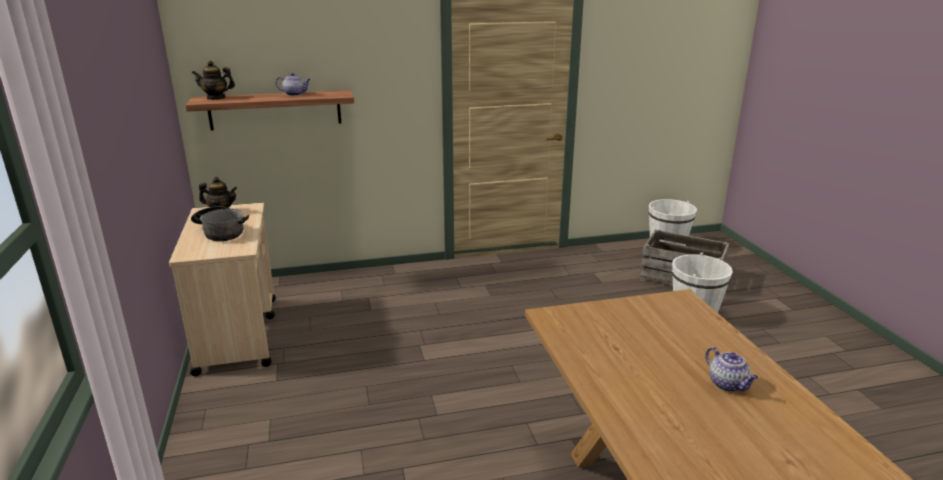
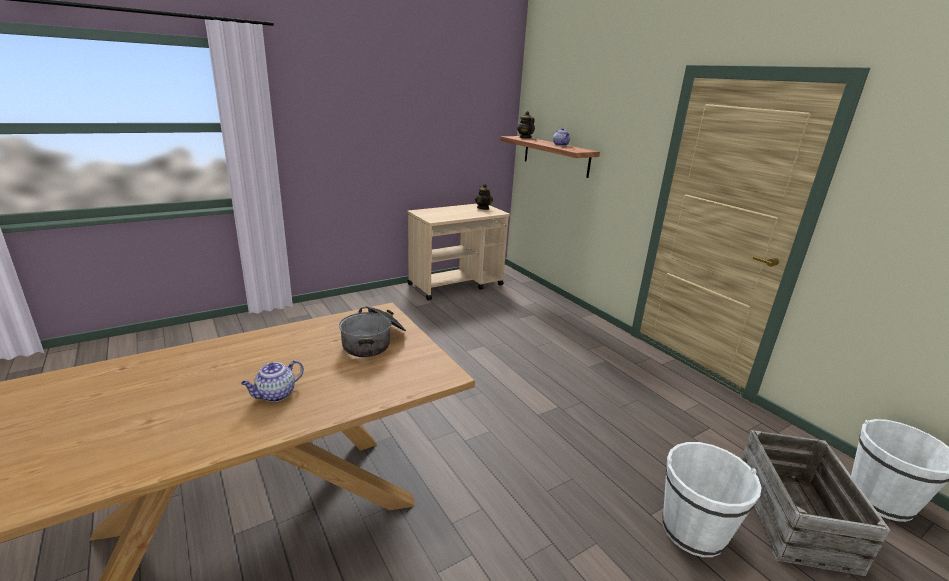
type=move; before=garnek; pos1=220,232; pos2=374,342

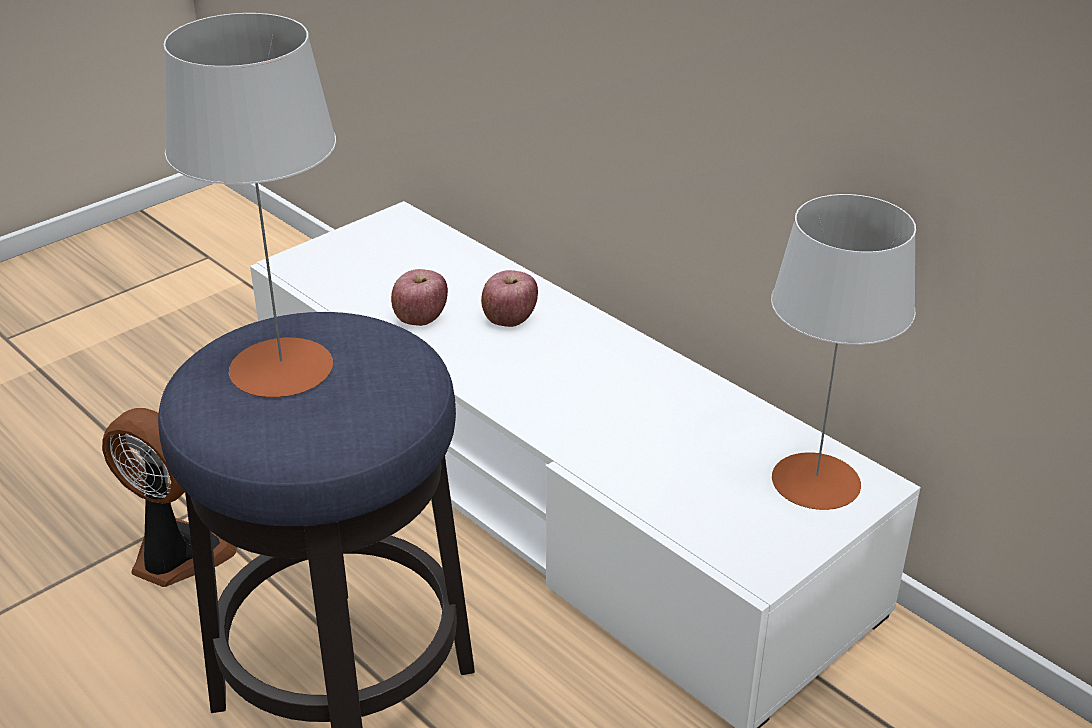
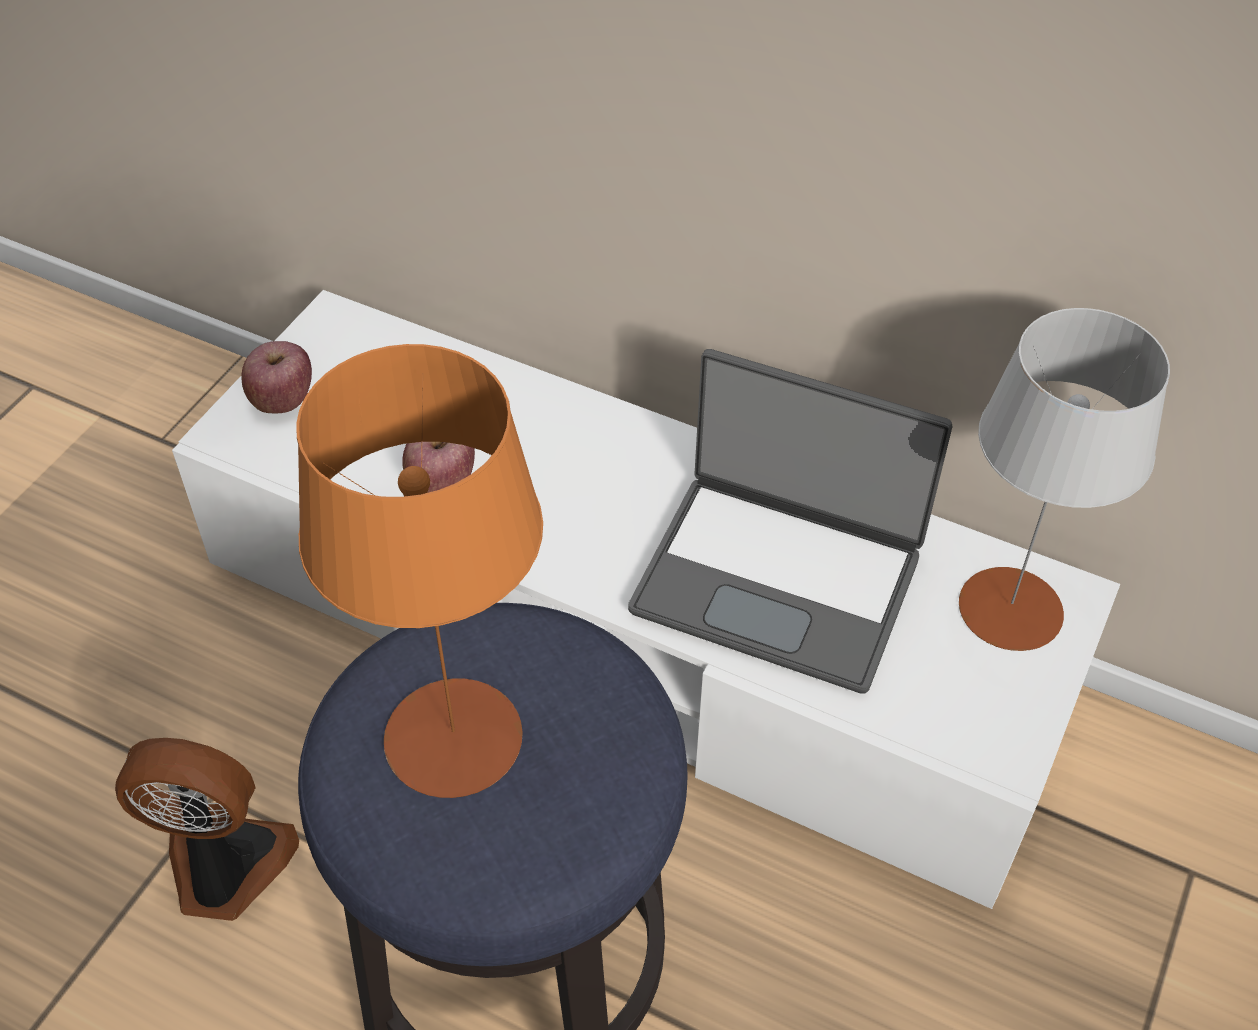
type=recolor; before=lampa stołowa [szary]; after=lampa stołowa [pomarańczowy]; pos1=282,367; pos2=454,737
type=move; before=jabłko; pos1=509,319; pos2=282,400
type=insert; after=laptop; pos2=779,580

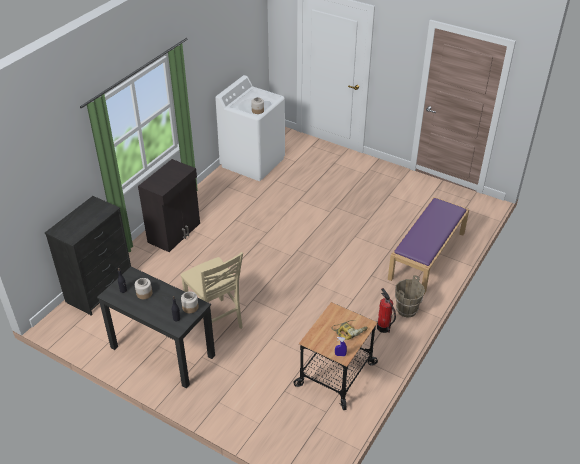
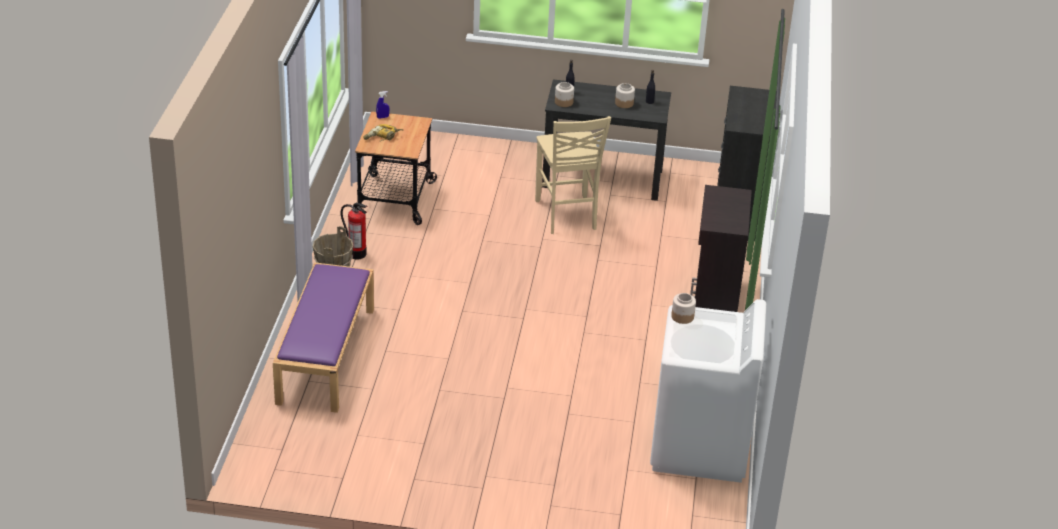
type=rotate; before=krzesło [beżowy]; pos1=216,322; pos2=566,216; turn=-135

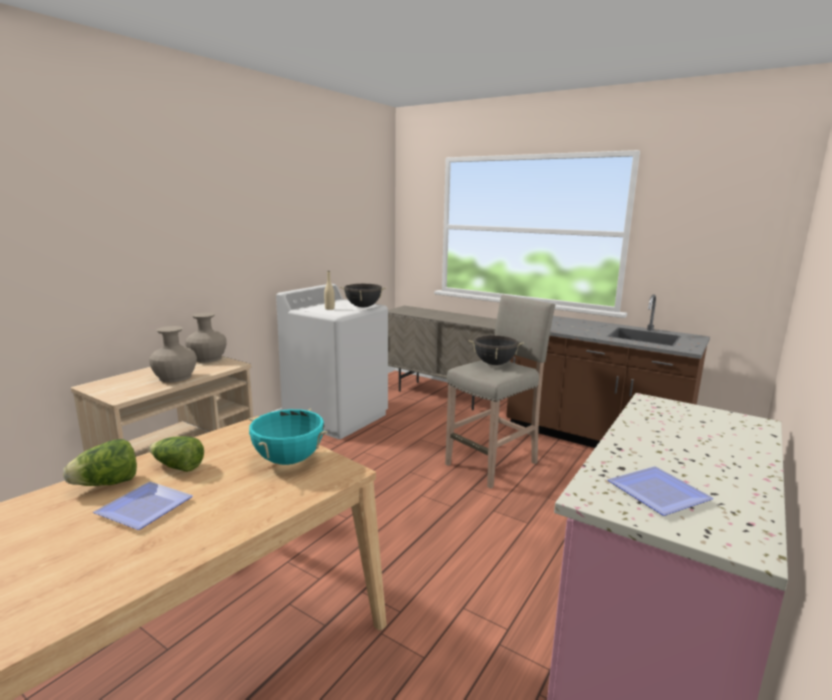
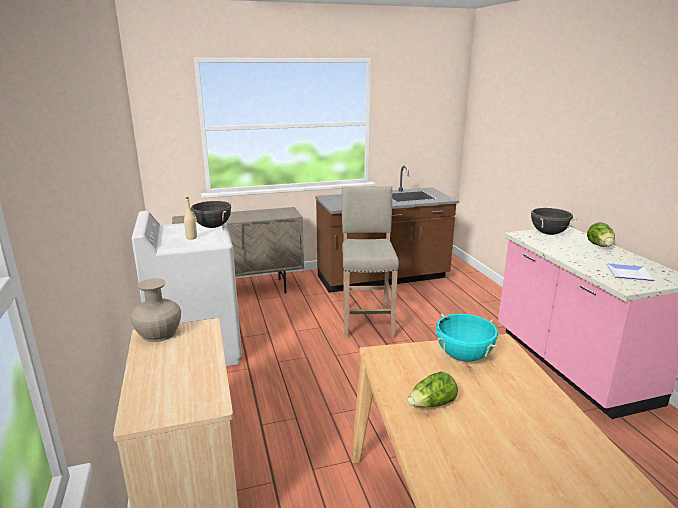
type=delete; before=wazon [beżowy]; pos1=175,377
type=move; before=garnek [czarny]; pos1=494,364; pos2=548,233
type=move; before=sałata; pos1=107,484; pos2=600,246
type=delete; before=talerz; pos1=141,508

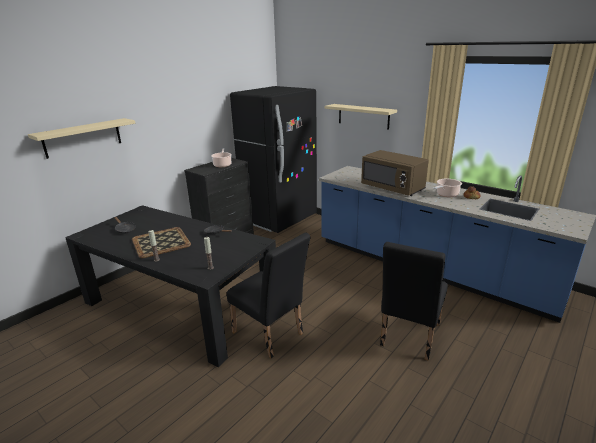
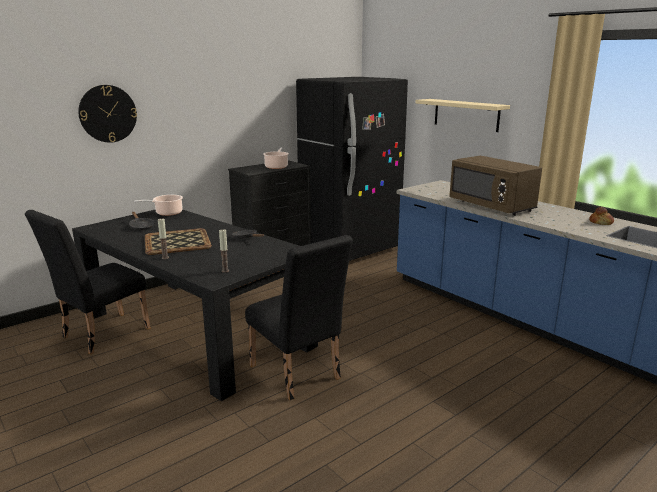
type=replace; before=półka [beżowy]; after=zegar ścienny; pos1=83,138; pos2=108,113
type=move; before=garnek; pos1=446,194; pos2=167,213
type=move; before=krzesło [czarny]; pos1=408,338; pos2=100,335

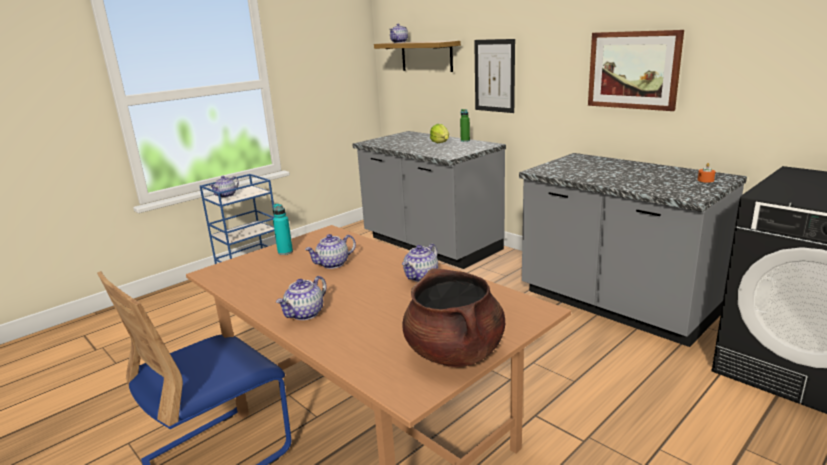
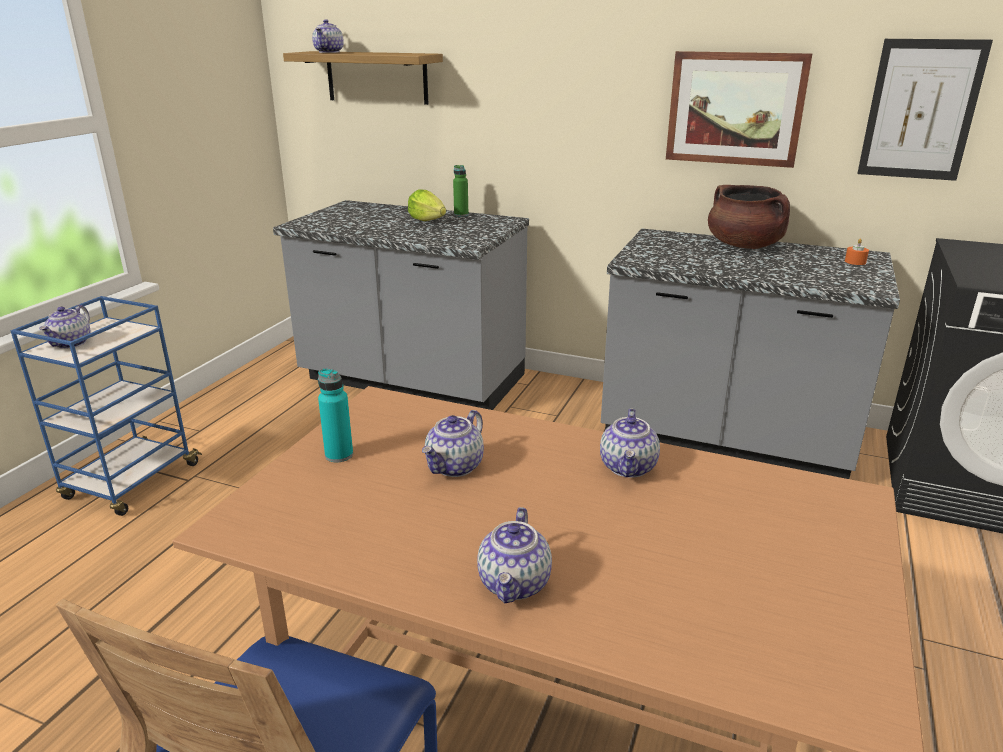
type=move; before=obraz; pos1=494,76; pos2=920,110
type=move; before=garnek [brązowy]; pos1=455,353; pos2=744,246

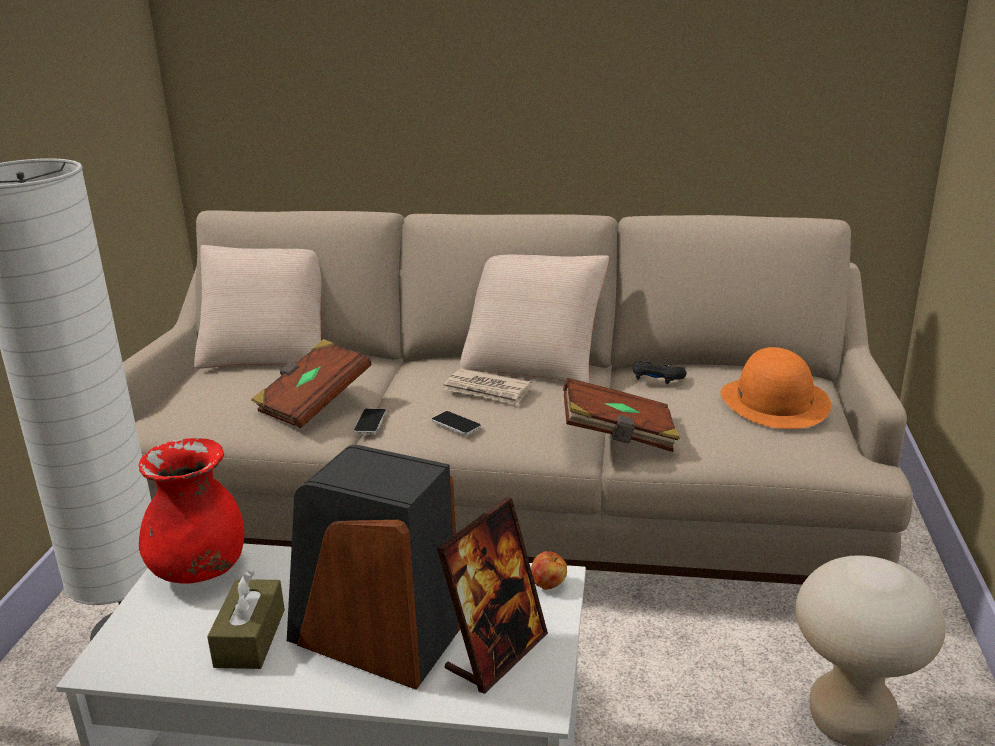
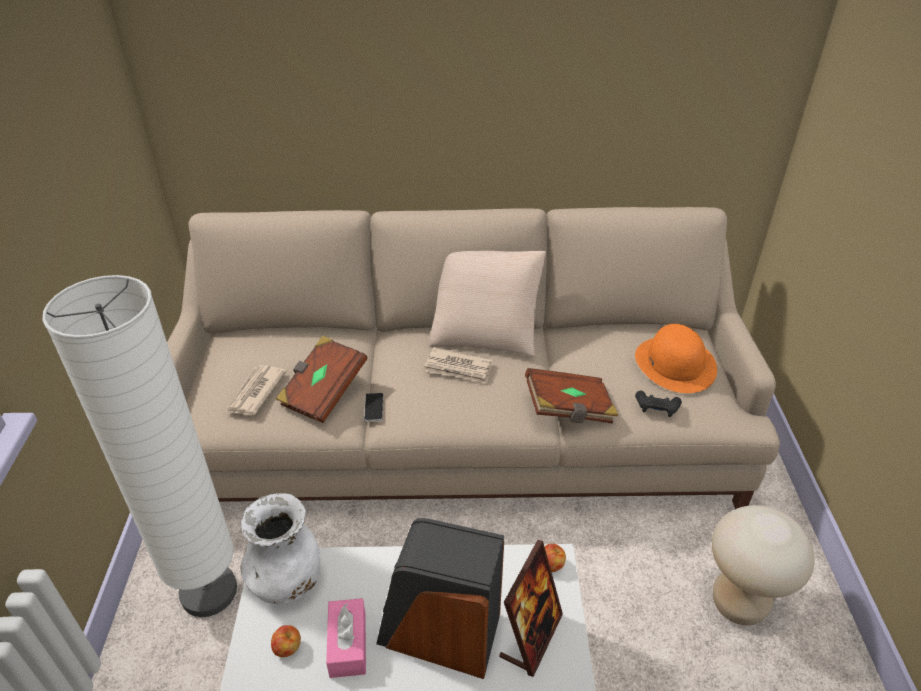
type=delete; before=poduszka [beżowy]; pos1=268,353
type=move; before=pad do gier [czarny]; pos1=656,379; pos2=656,408
type=delete; before=telefon; pos1=456,424
type=recolor; before=wazon [czerwony]; after=wazon [biały]; pos1=200,570; pos2=287,580
type=recolor; before=pudełko chusteczek [brązowy]; after=pudełko chusteczek [różowy]; pos1=250,638; pos2=348,644
type=insert; after=gazeta; pos2=255,392
type=insert; after=jabłko; pos2=287,648

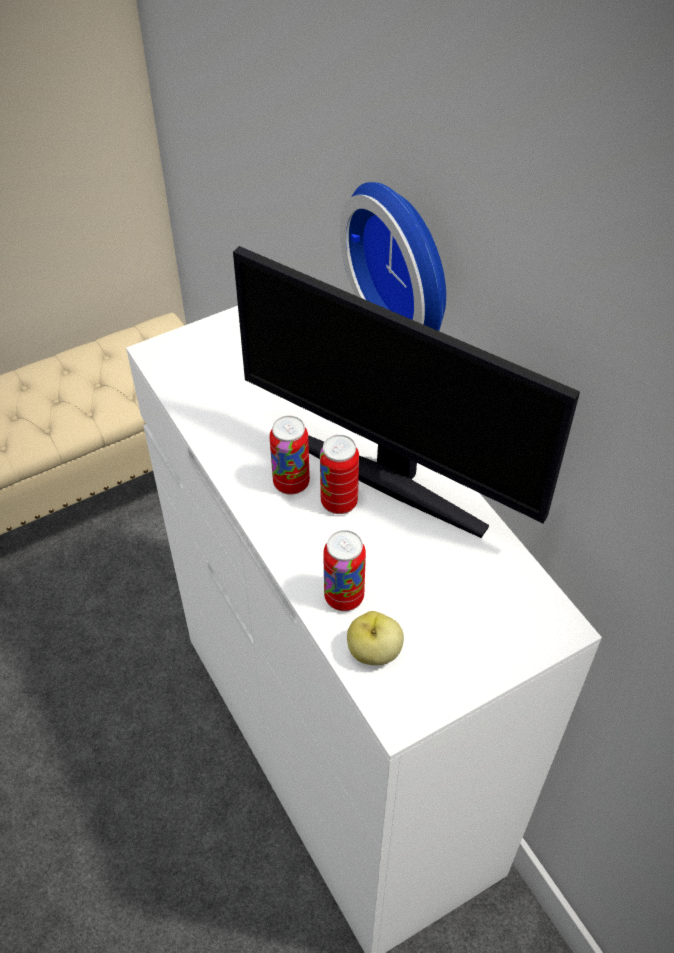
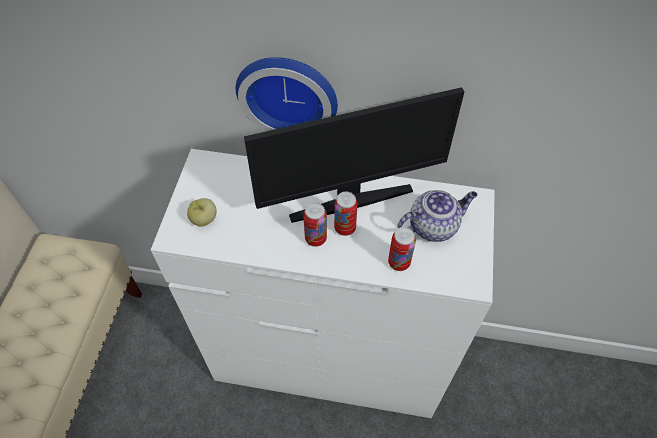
type=move; before=jabłko; pos1=373,652; pos2=204,220
type=insert; after=imbryk; pos2=433,226

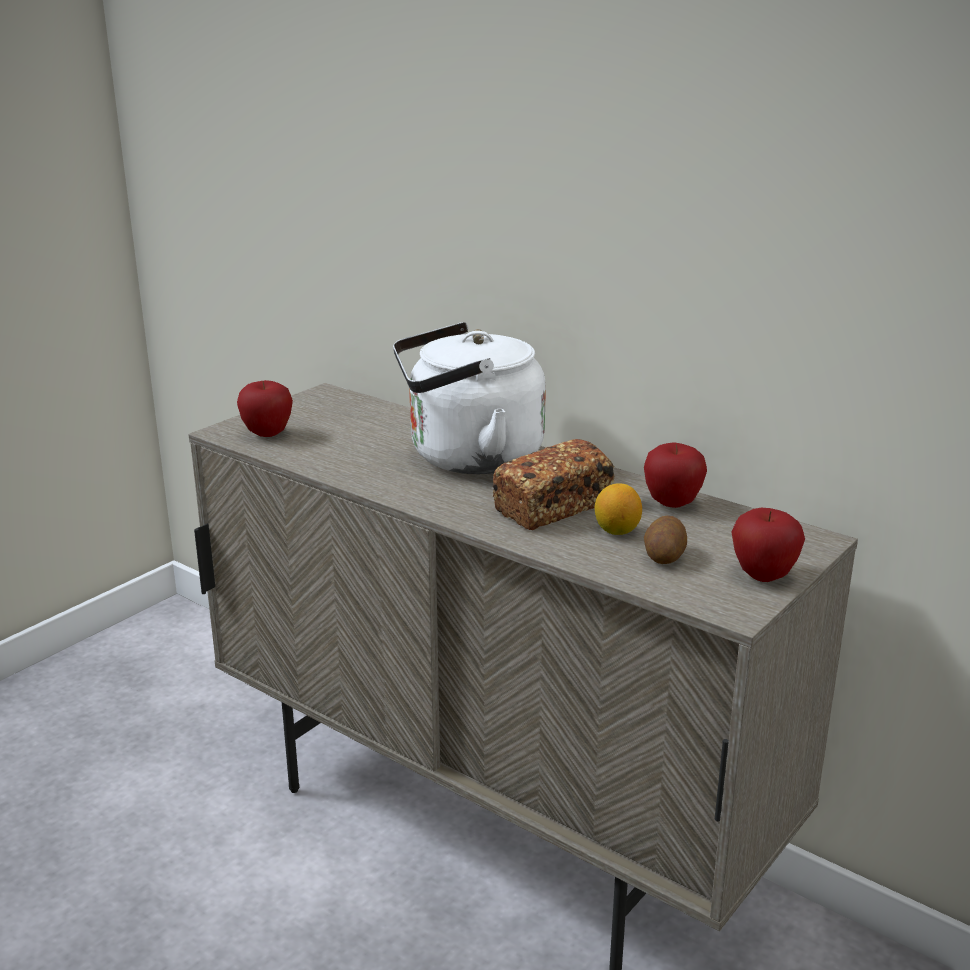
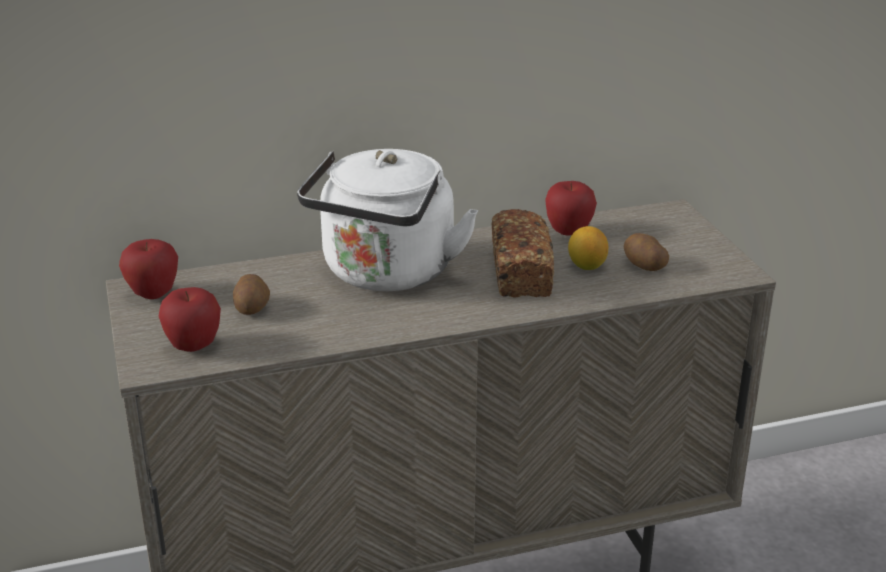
type=move; before=jabłko; pos1=763,575; pos2=153,294
type=insert; after=ziemniak; pos2=252,308

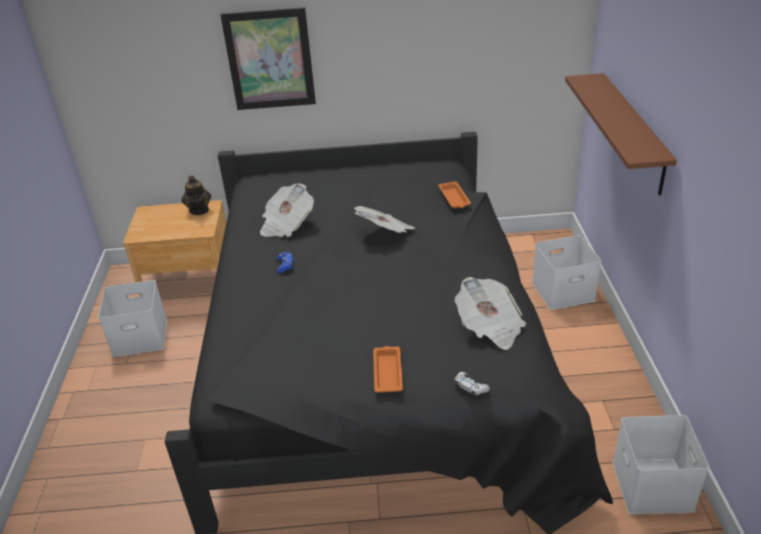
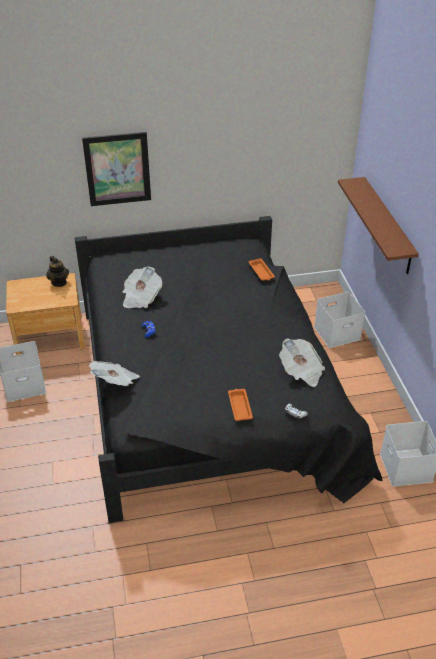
type=move; before=gazeta; pos1=385,233; pos2=115,382

